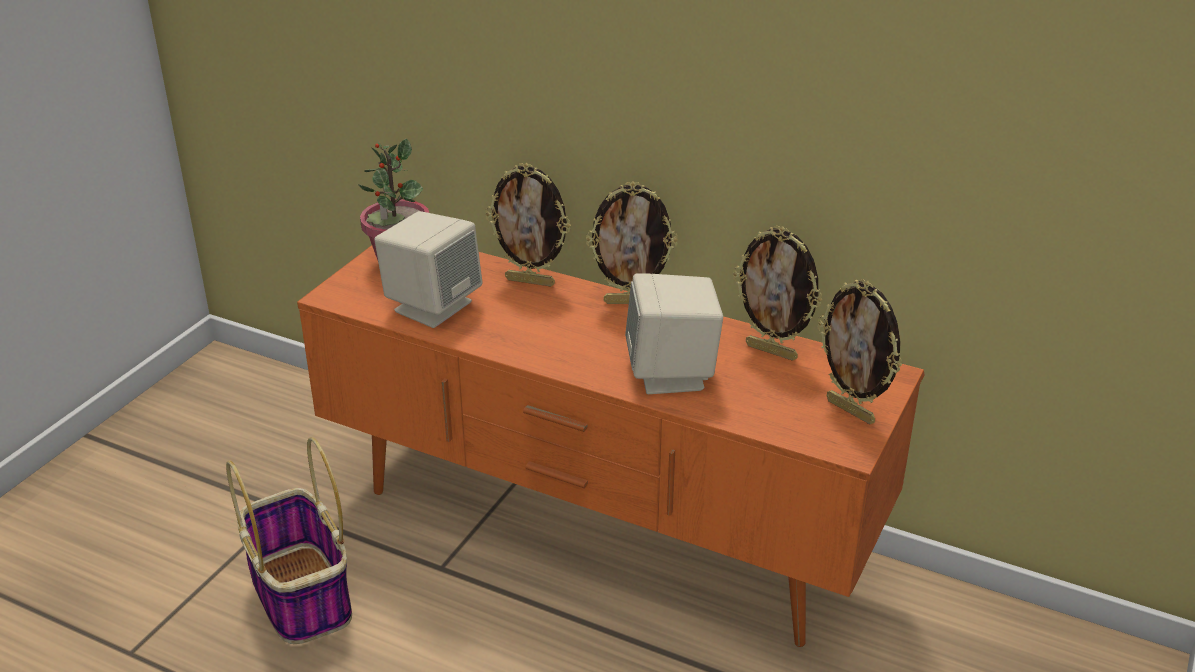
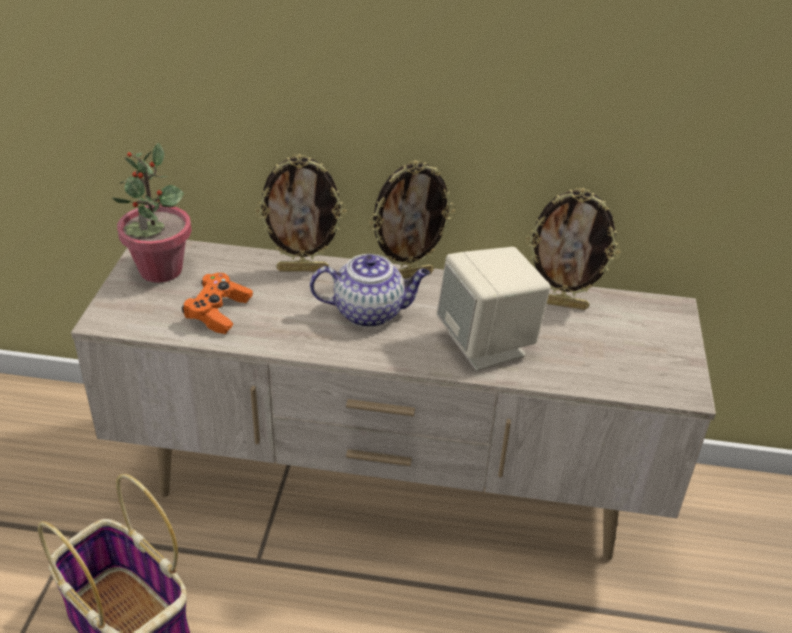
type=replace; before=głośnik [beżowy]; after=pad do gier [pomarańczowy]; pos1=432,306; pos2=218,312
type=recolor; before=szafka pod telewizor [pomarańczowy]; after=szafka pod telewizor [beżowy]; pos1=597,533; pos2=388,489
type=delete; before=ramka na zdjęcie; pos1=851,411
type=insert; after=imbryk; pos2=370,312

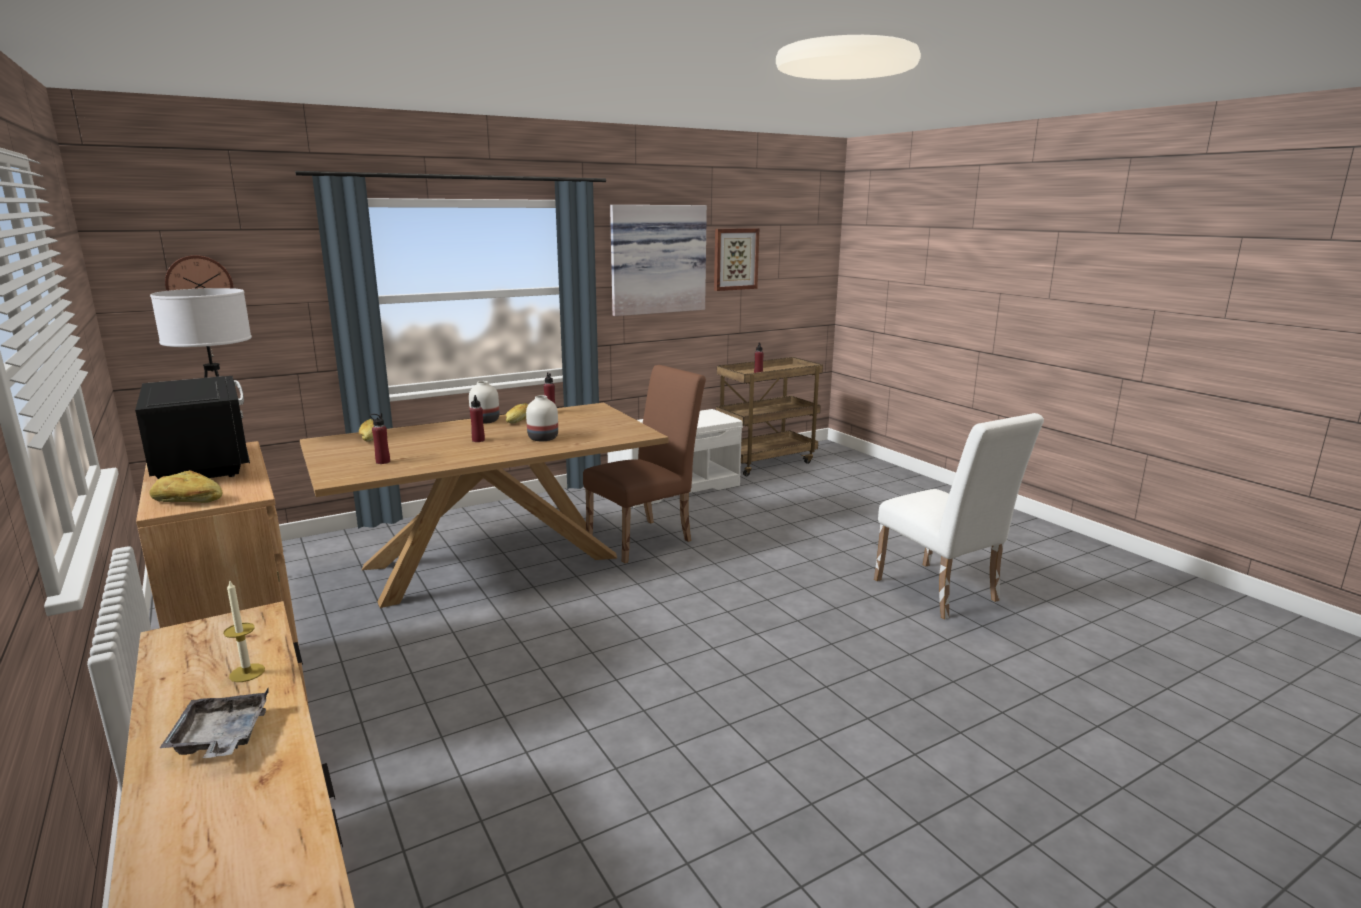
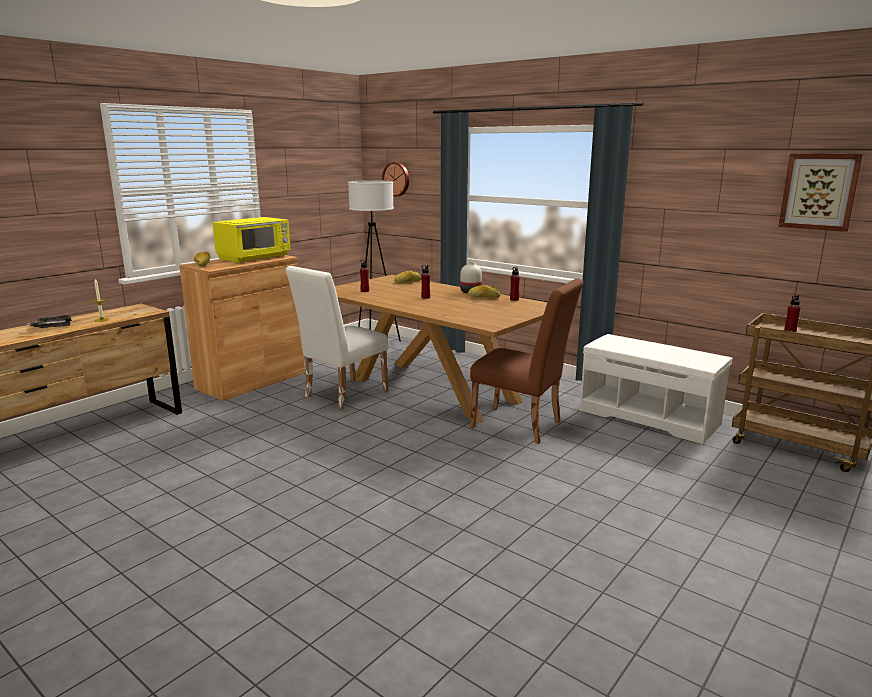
type=delete; before=obraz; pos1=656,259
type=recolor; before=mikrofalówka [czarny]; after=mikrofalówka [żółty]; pos1=204,464; pos2=255,258
type=delete; before=wazon [biały]; pos1=543,438
type=move; before=krzesło [biały]; pos1=941,594; pos2=341,395

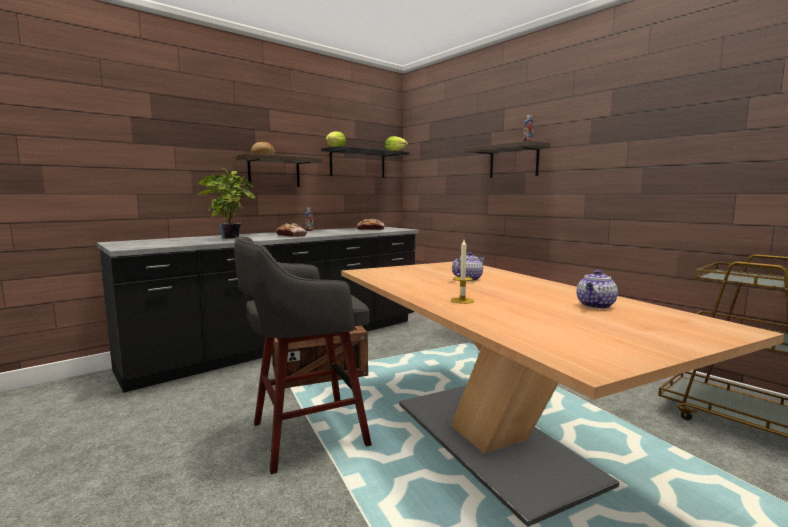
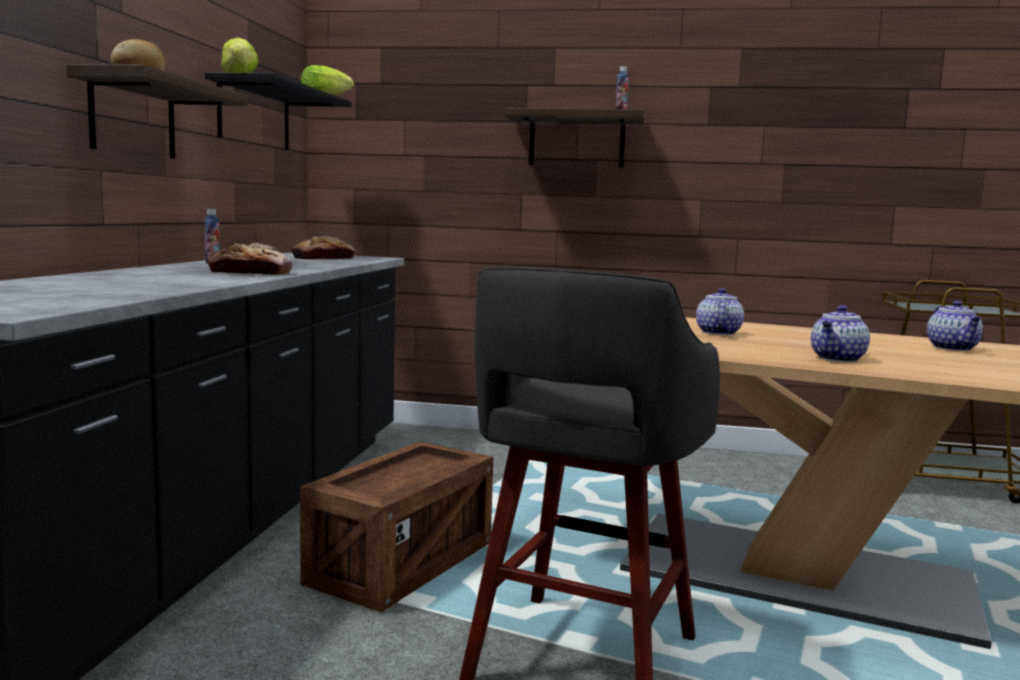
type=delete; before=roślina doniczkowa; pos1=229,238
type=replace; before=świeca; after=imbryk; pos1=462,300; pos2=838,359

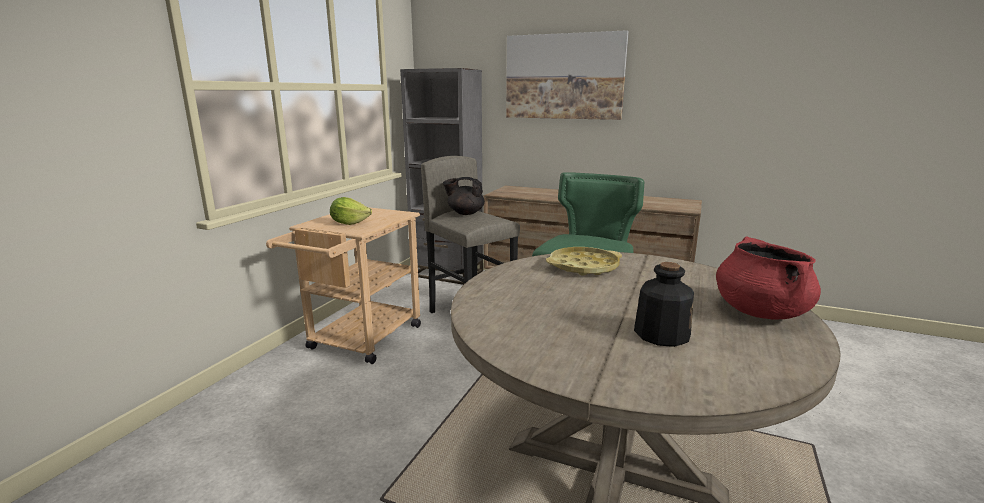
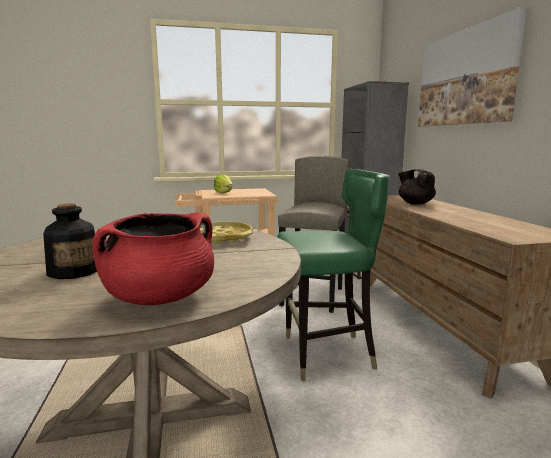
type=move; before=imbryk [czarny]; pos1=465,213; pos2=415,203

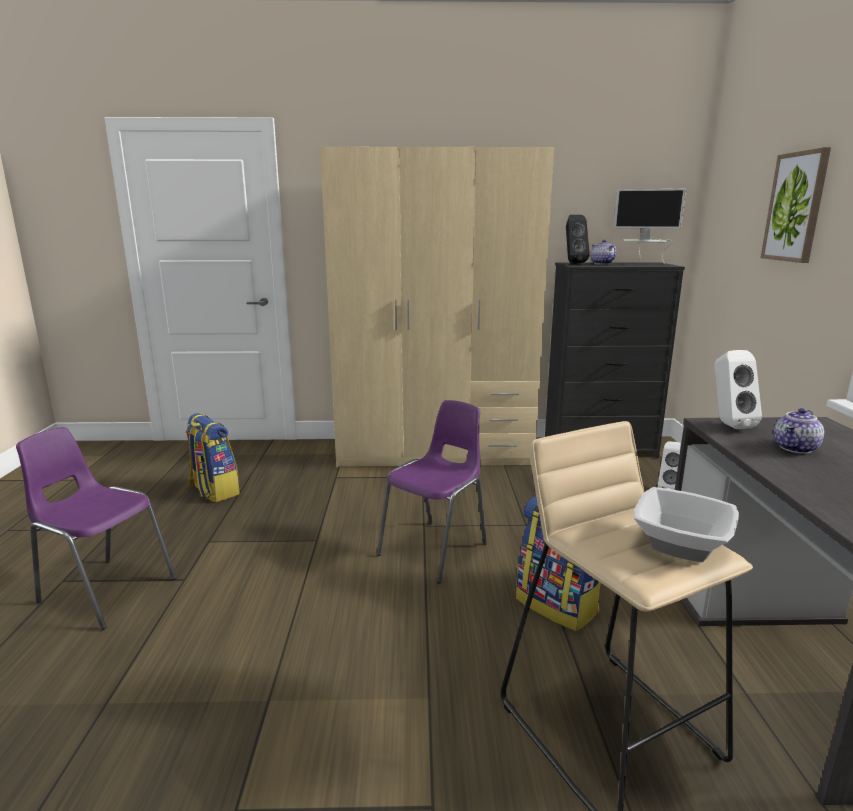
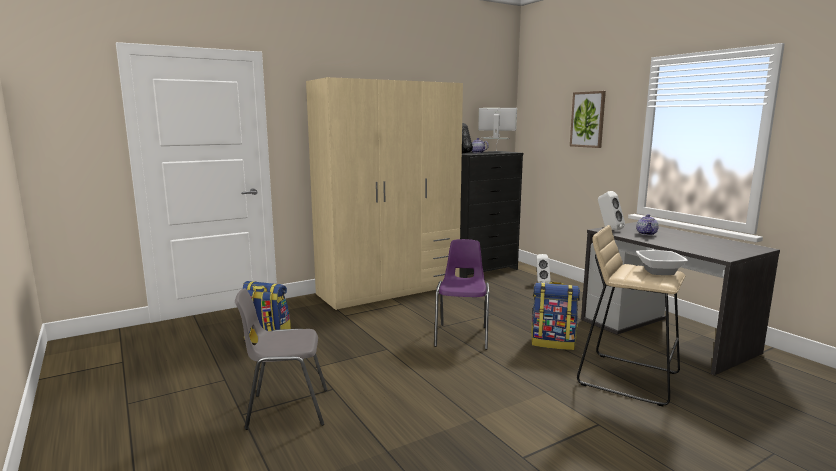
type=rotate; before=monitor; pos1=642,263; pos2=495,151; turn=-150
type=recolor; before=krzesło [fioletowy]; after=krzesło [szary]; pos1=105,590; pos2=286,409

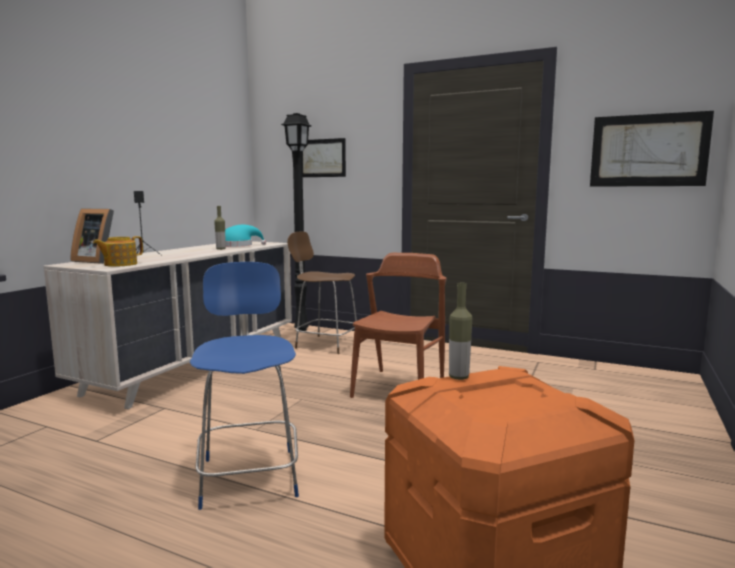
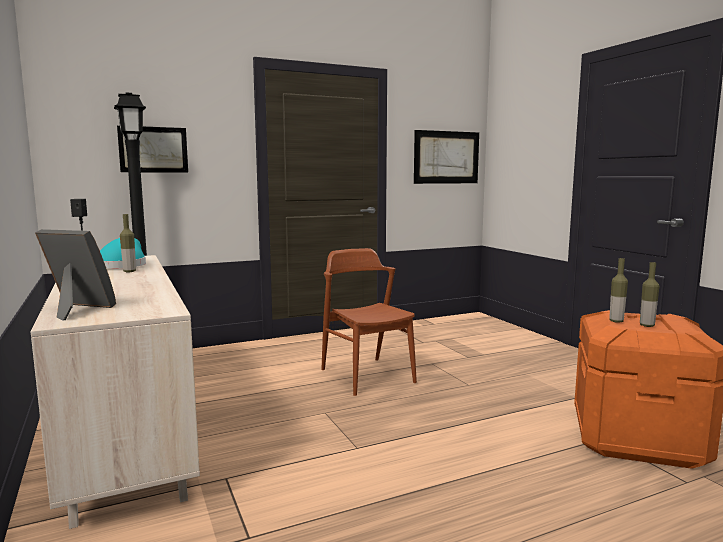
type=rotate; before=ramka na zdjęcie; pos1=97,261; pos2=76,310; turn=-135
type=delete; before=krzesło [brązowy]; pos1=325,344
type=delete; before=imbryk; pos1=120,264
type=delete; before=krzesło [niebieski]; pos1=249,475
type=insert; after=butelka; pos2=647,325

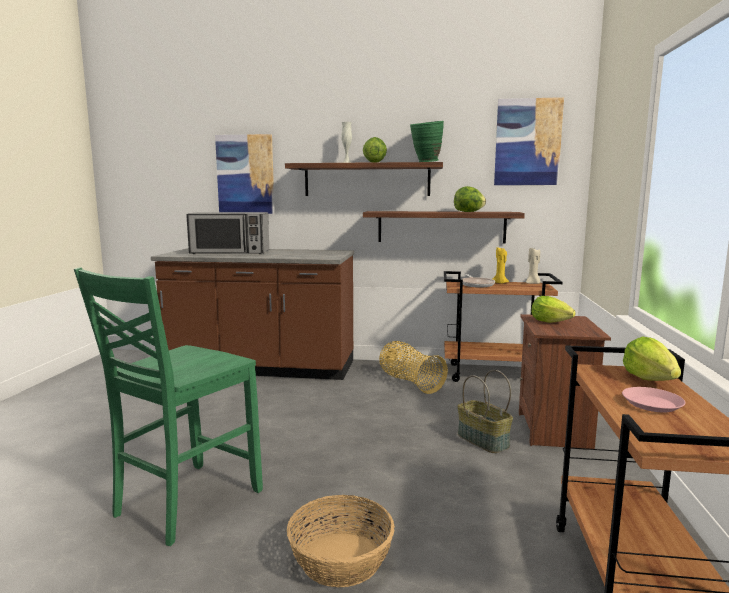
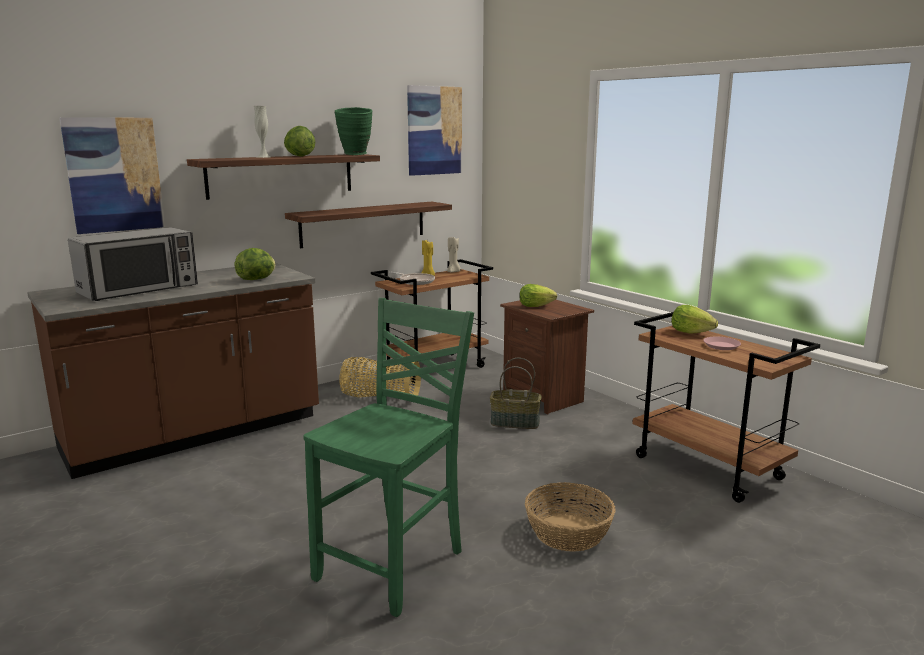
type=move; before=sałata; pos1=469,212; pos2=257,279
type=rotate; before=krzesło [zielony]; pos1=185,503; pos2=394,565; turn=-135

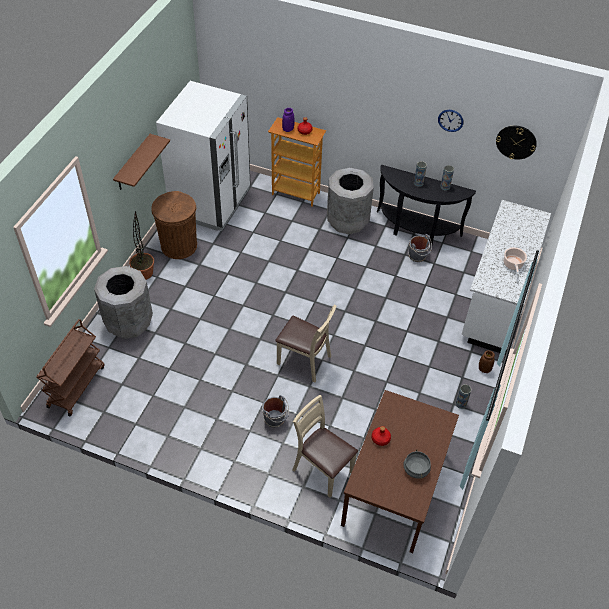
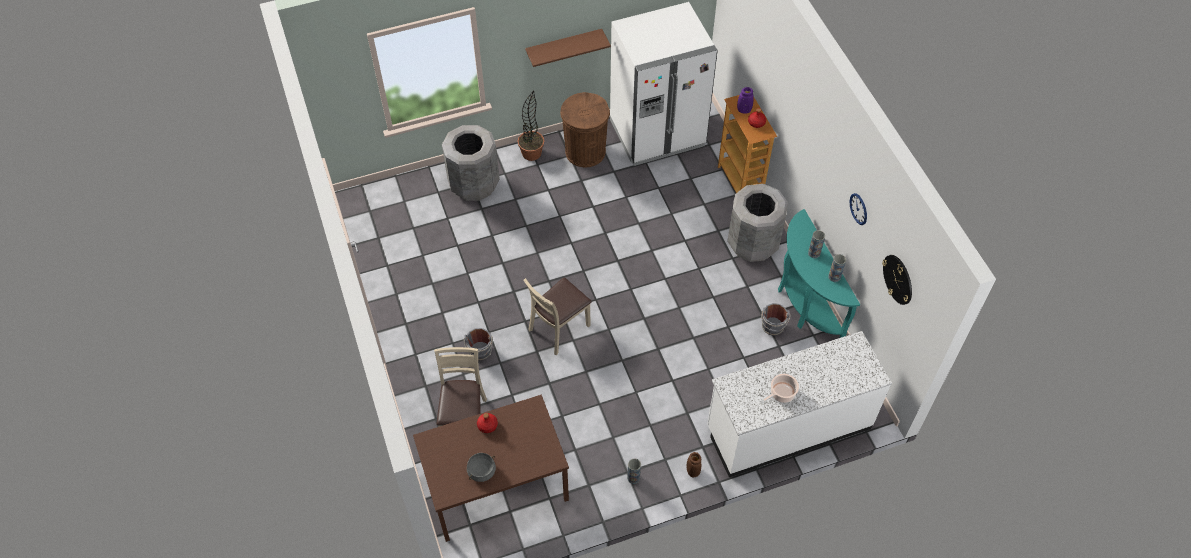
type=recolor; before=stolik konsolowy [czarny]; after=stolik konsolowy [turkusowy]; pos1=416,230; pos2=804,303
type=rotate; before=krzesło [beżowy]; pos1=304,361; pos2=559,329; turn=60
type=delete; before=wózek [brązowy]; pos1=76,386

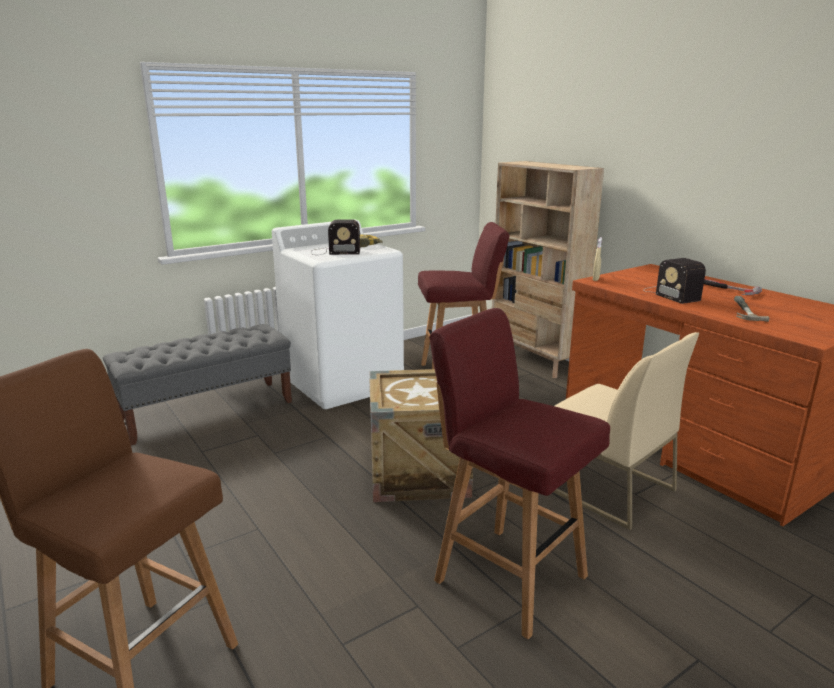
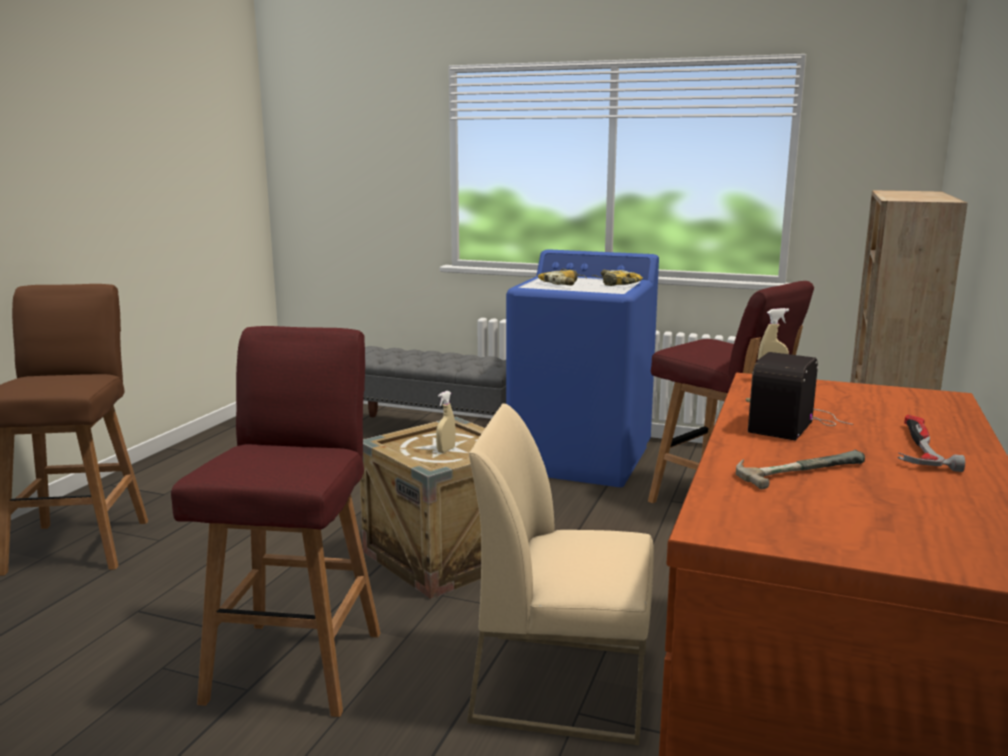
type=recolor; before=pralka [biały]; after=pralka [niebieski]; pos1=343,382; pos2=581,459
type=replace; before=radio; after=wiertarka; pos1=333,252; pos2=564,284
type=rotate; before=krzesło [beżowy]; pos1=606,488; pos2=564,684; turn=90
type=insert; after=spryskiwacz [beżowy]; pos2=446,450

